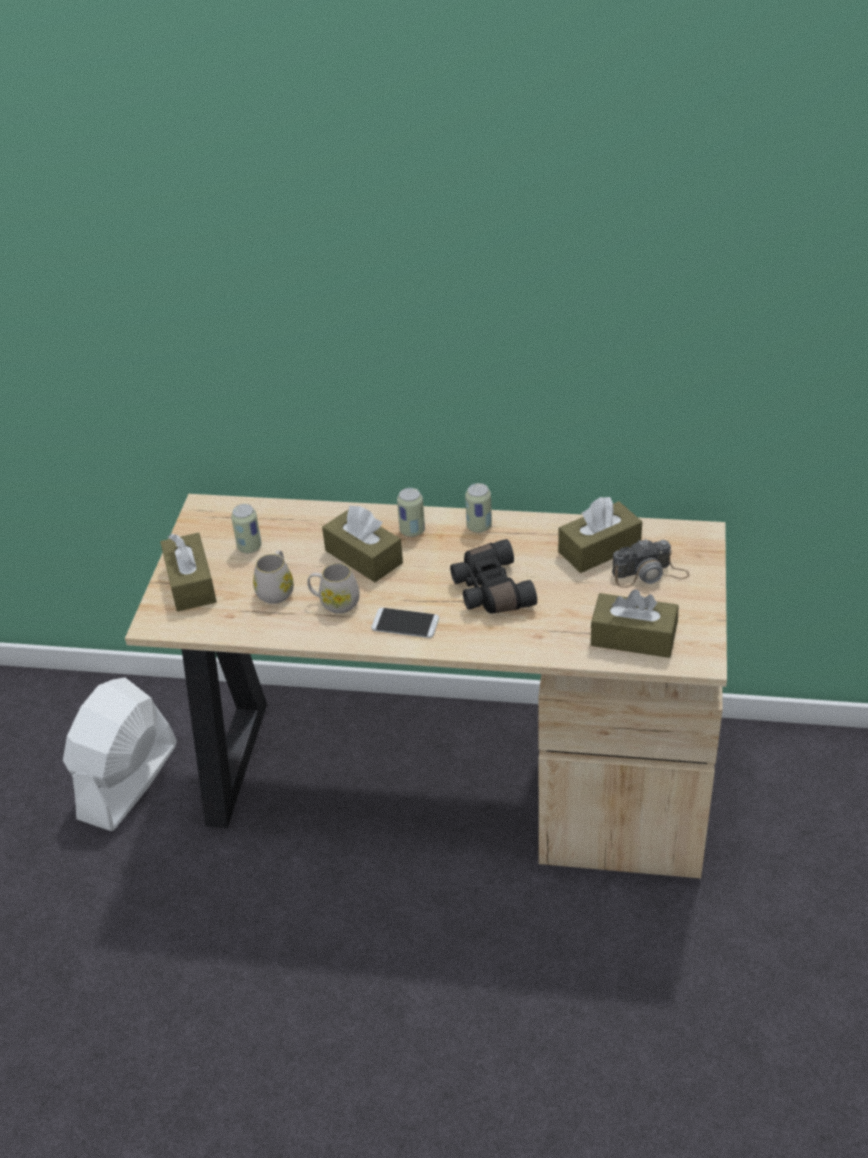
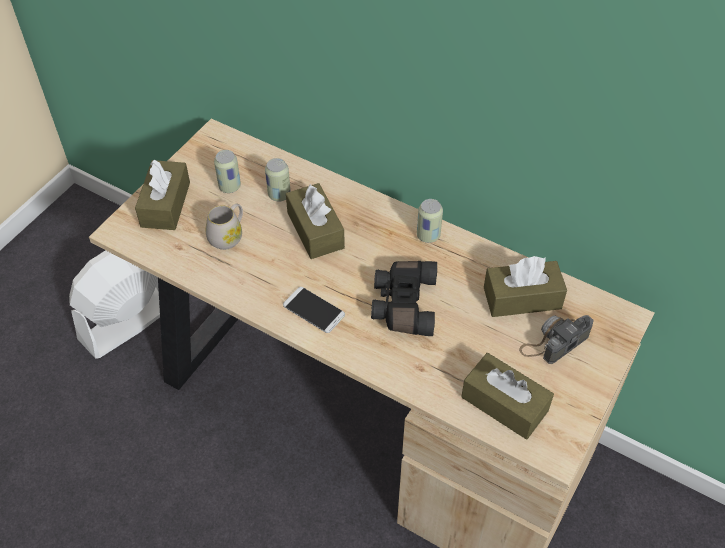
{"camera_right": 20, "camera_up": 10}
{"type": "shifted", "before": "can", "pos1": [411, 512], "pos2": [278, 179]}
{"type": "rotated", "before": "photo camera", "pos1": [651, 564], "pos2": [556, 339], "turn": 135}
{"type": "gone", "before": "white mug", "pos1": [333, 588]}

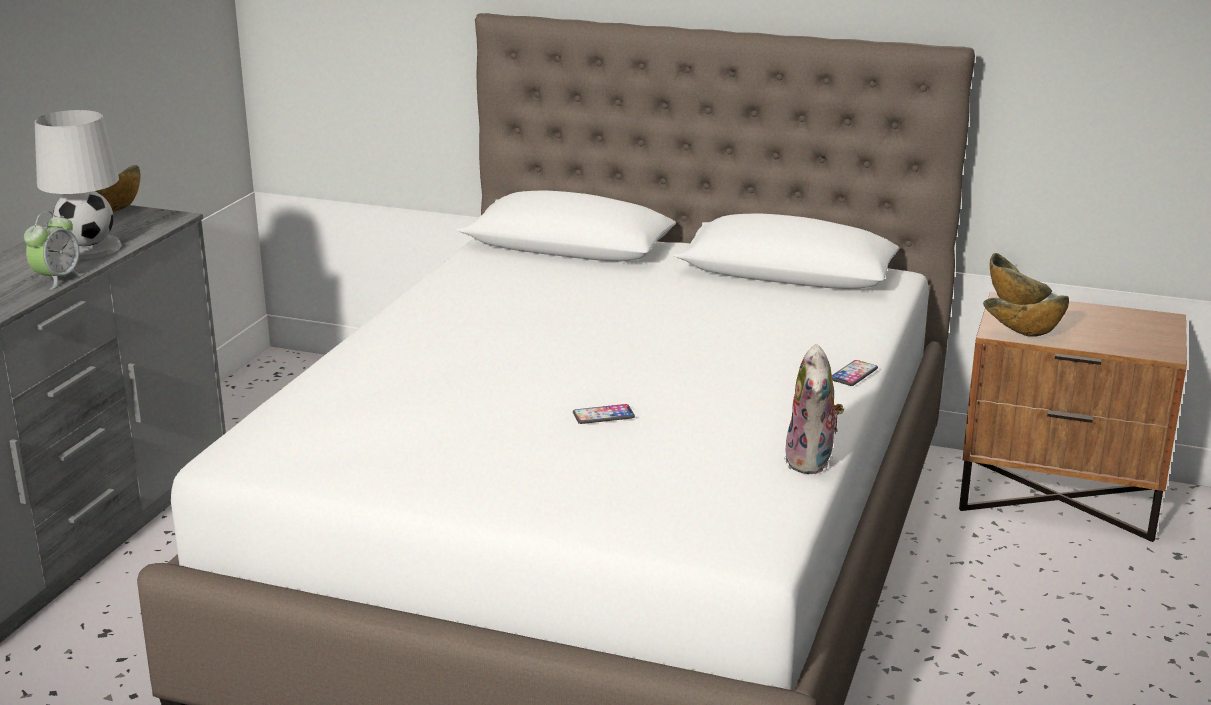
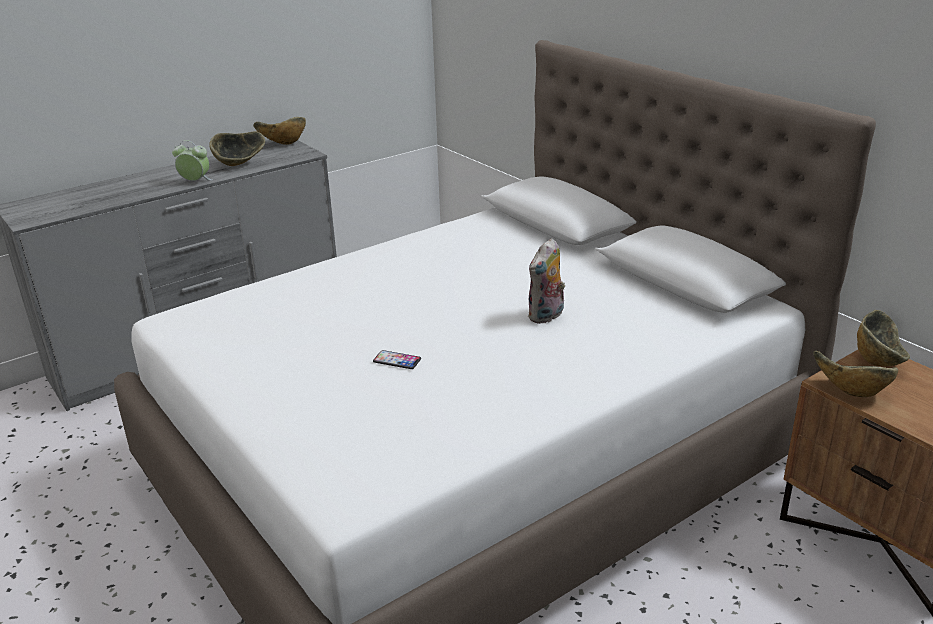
{"camera_right": 35, "camera_up": 5}
{"type": "rotated", "before": "alarm clock", "pos1": [54, 250], "pos2": [192, 160], "turn": -135}
{"type": "swapped", "before": "white table lamp", "after": "bowl", "pos1": [78, 184], "pos2": [237, 148]}
{"type": "shifted", "before": "plush toy", "pos1": [814, 409], "pos2": [546, 281]}
{"type": "gone", "before": "phone", "pos1": [855, 373]}

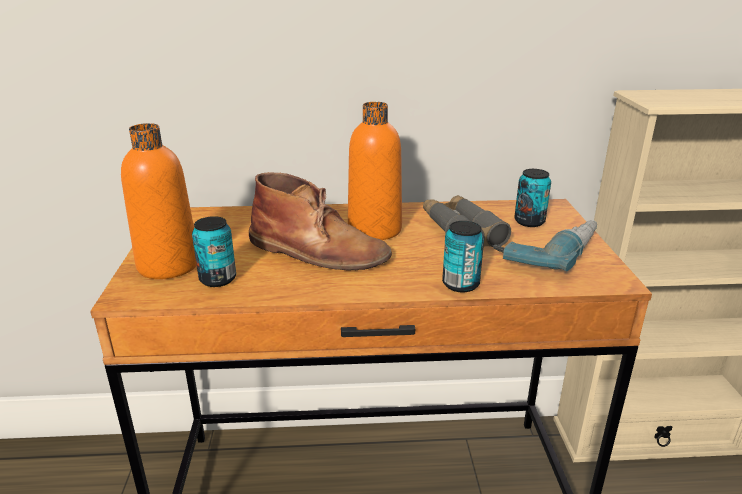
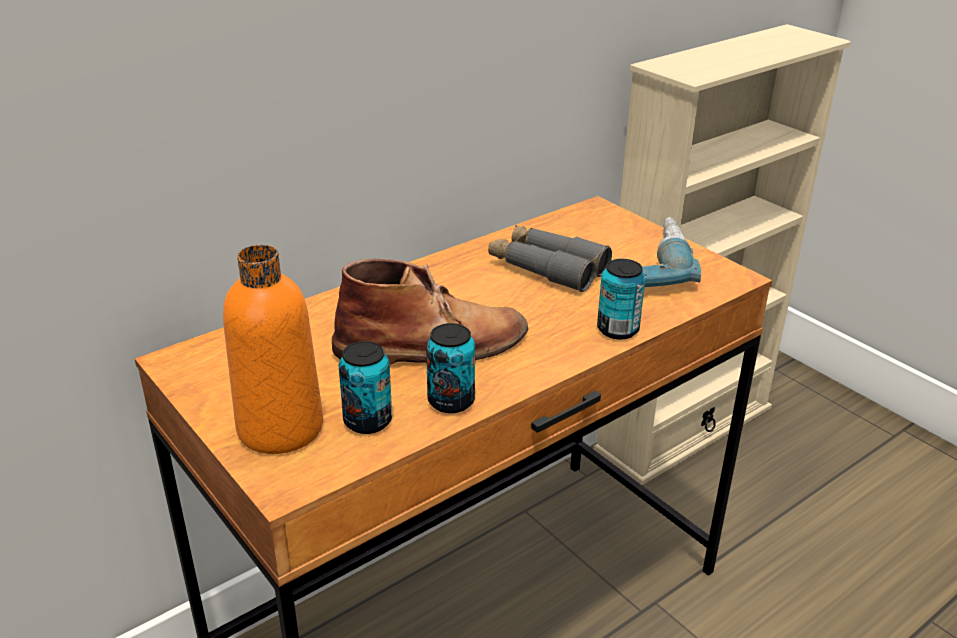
{"camera_right": -35, "camera_up": 5}
{"type": "shifted", "before": "can", "pos1": [532, 198], "pos2": [450, 368]}
{"type": "gone", "before": "orange bottle", "pos1": [375, 171]}

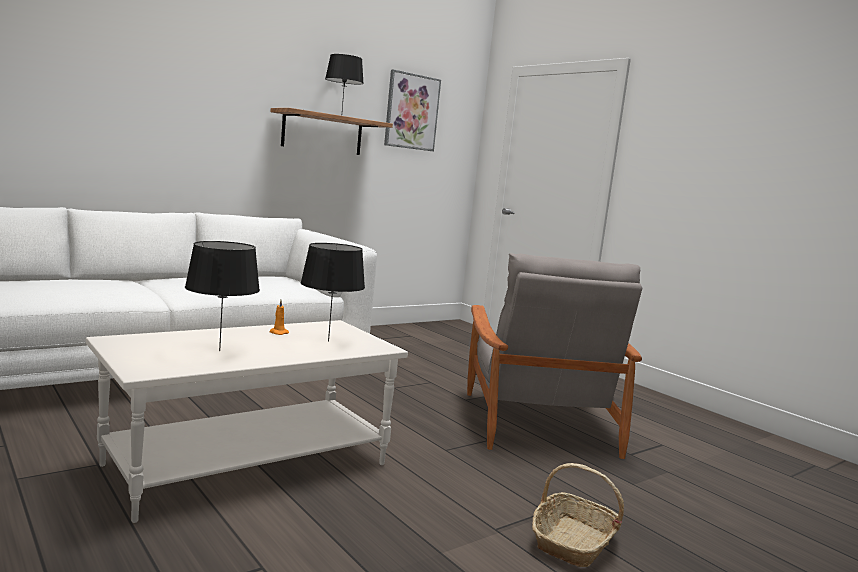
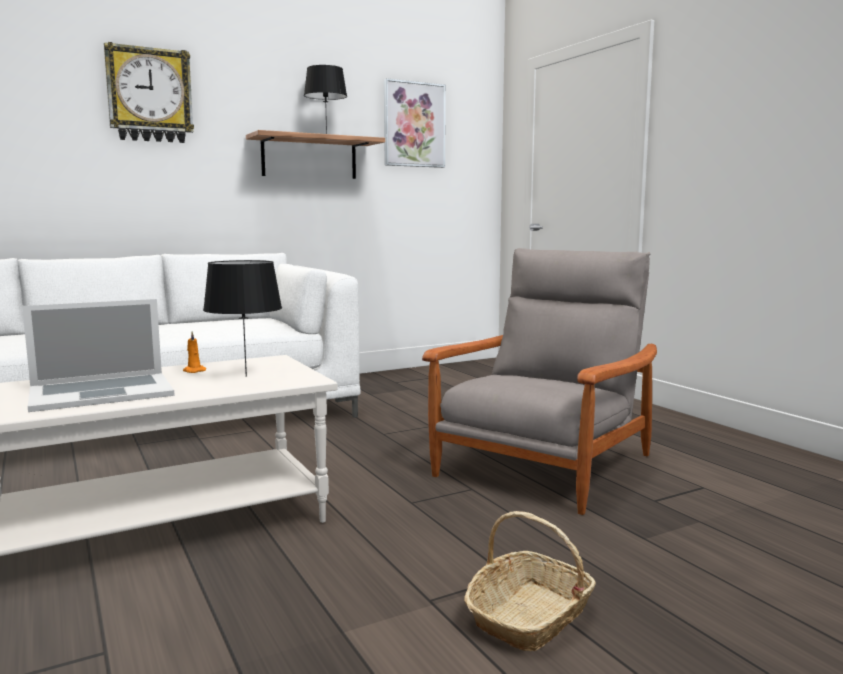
{"camera_right": 10, "camera_up": 0}
{"type": "swapped", "before": "black table lamp", "after": "laptop", "pos1": [222, 296], "pos2": [98, 355]}
{"type": "new", "after": "wall clock", "pos2": [149, 92]}
{"type": "rotated", "before": "grey armchair", "pos1": [554, 356], "pos2": [539, 381], "turn": -150}

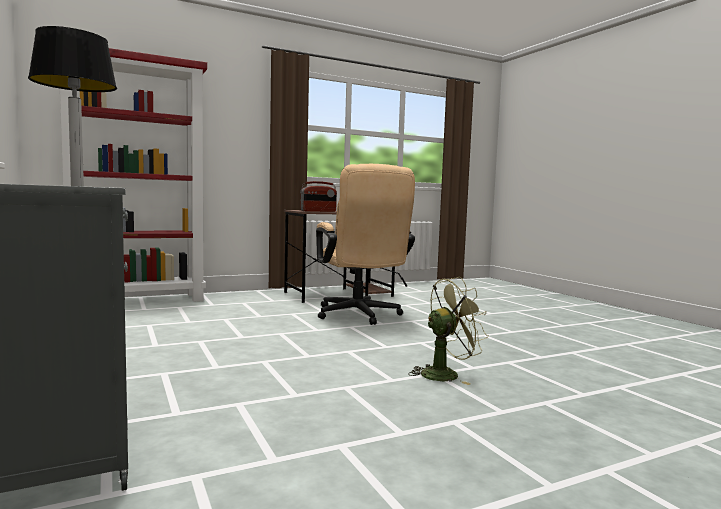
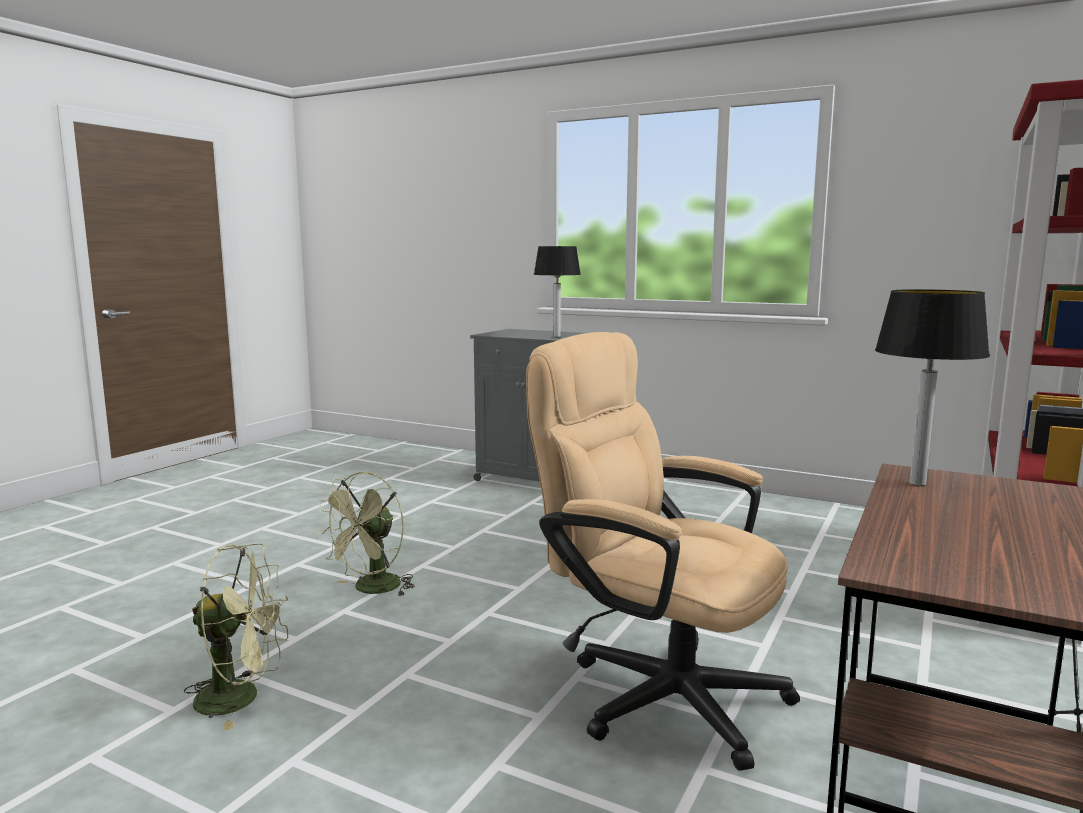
{"camera_right": 145, "camera_up": 5}
{"type": "new", "after": "green fan", "pos2": [236, 637]}
{"type": "swapped", "before": "radio", "after": "table lamp", "pos1": [318, 196], "pos2": [932, 387]}

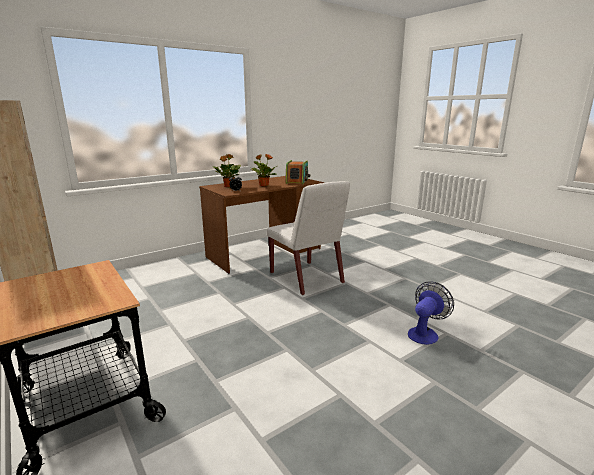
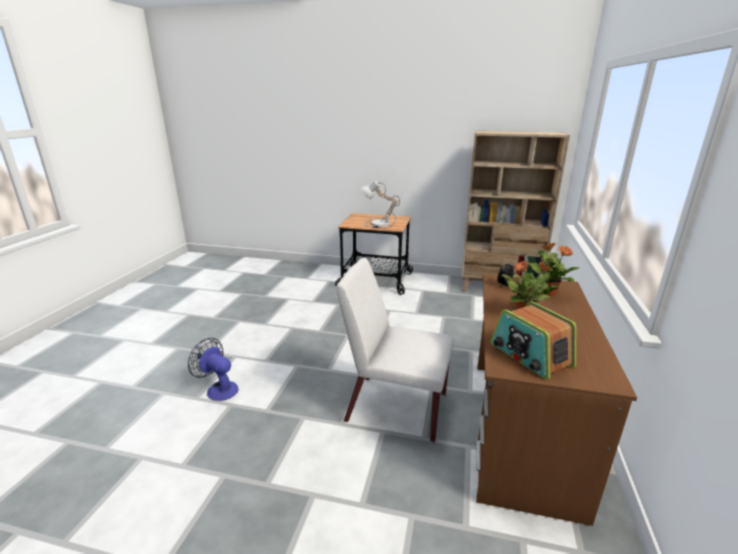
{"camera_right": 140, "camera_up": 5}
{"type": "rotated", "before": "fan", "pos1": [431, 313], "pos2": [213, 369], "turn": 120}
{"type": "new", "after": "table lamp", "pos2": [380, 204]}

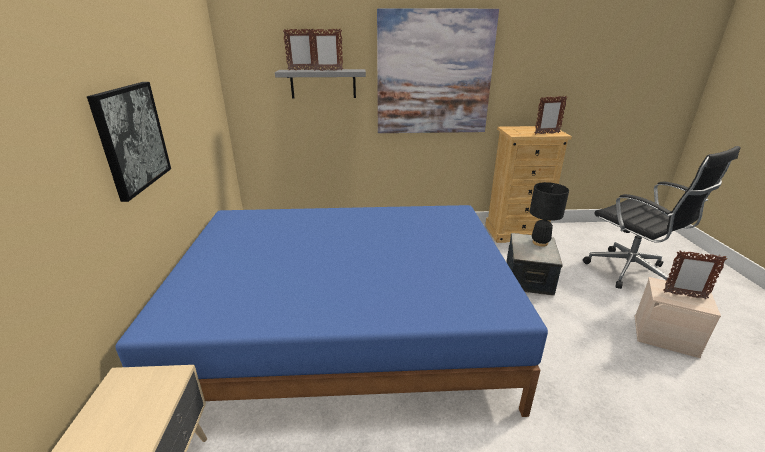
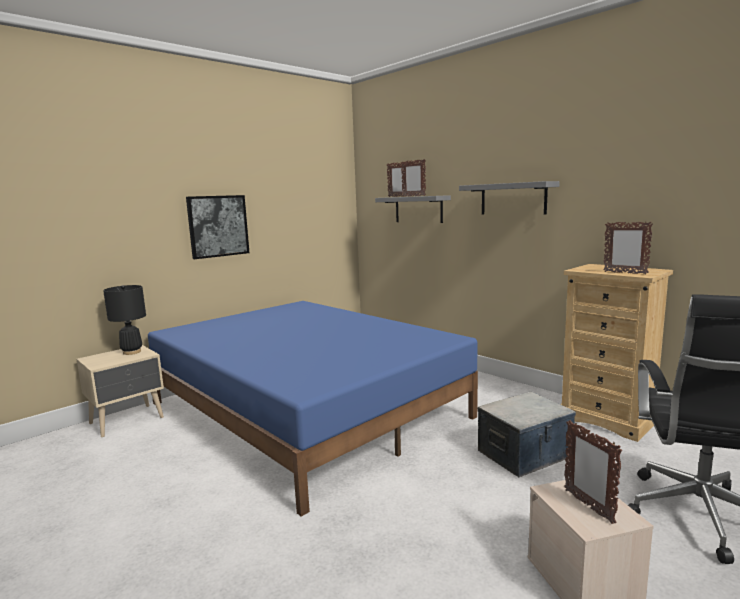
{"camera_right": 50, "camera_up": -15}
{"type": "shifted", "before": "black table lamp", "pos1": [549, 214], "pos2": [124, 320]}
{"type": "swapped", "before": "picture", "after": "grey shelf", "pos1": [438, 70], "pos2": [509, 198]}

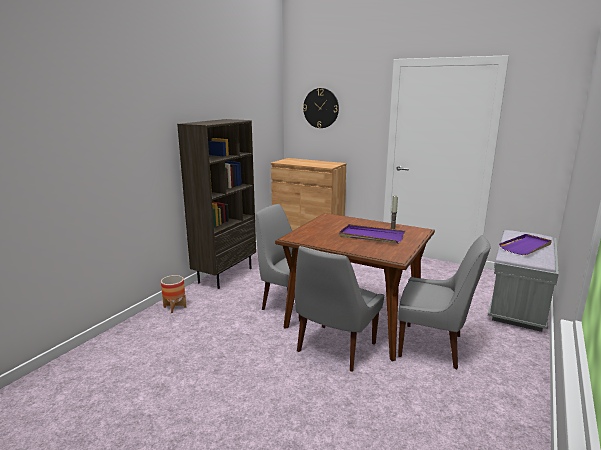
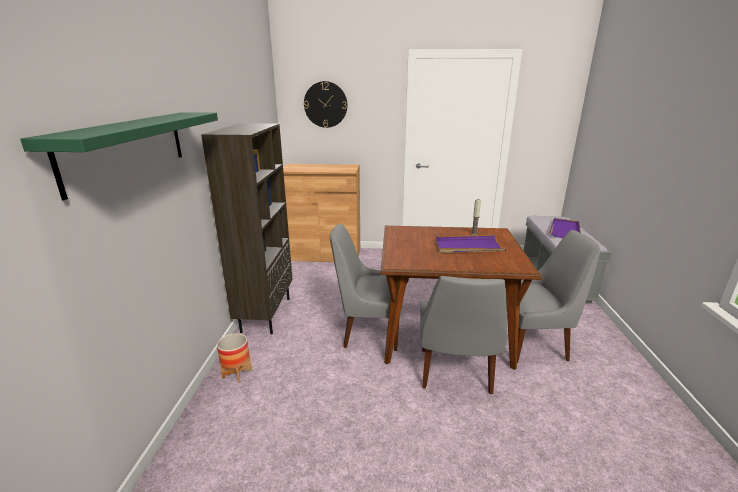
{"camera_right": -25, "camera_up": 5}
{"type": "new", "after": "green shelf", "pos2": [119, 156]}

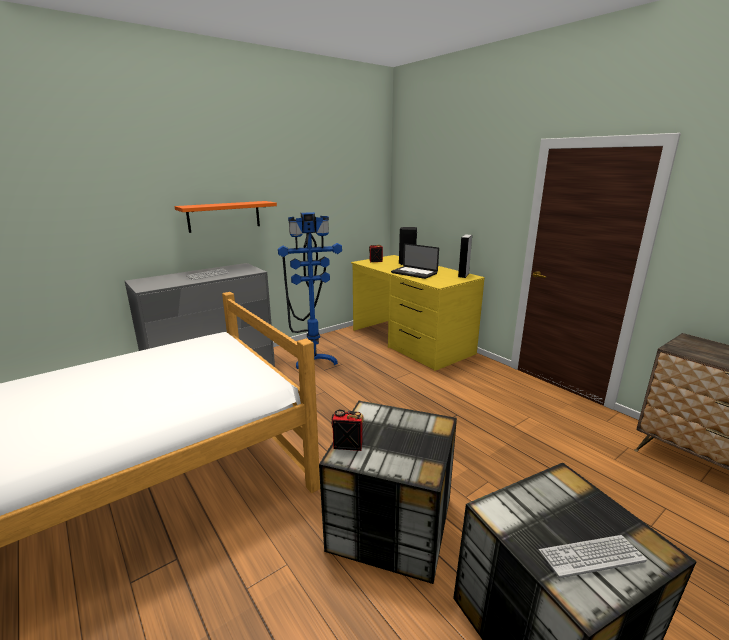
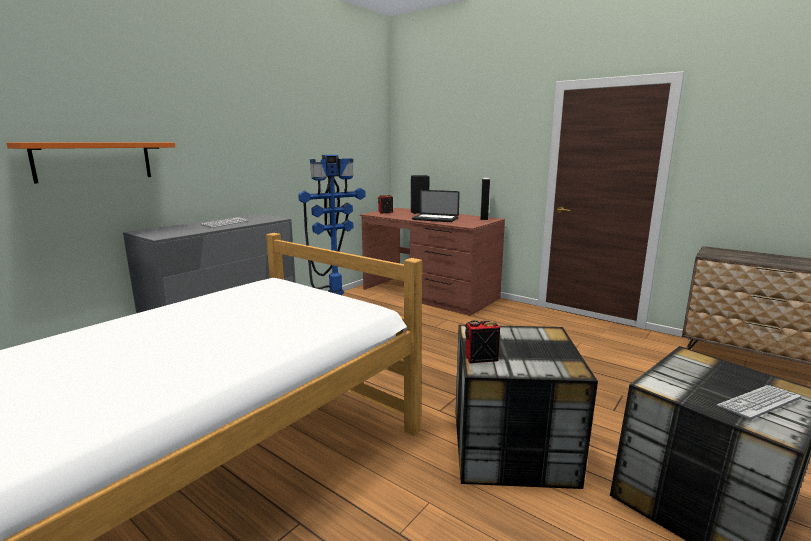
{"camera_right": -15, "camera_up": -5}
{"type": "shifted", "before": "orange shelf", "pos1": [226, 217], "pos2": [91, 163]}
{"type": "repainted", "before": "yellow desk", "after": "brown desk", "pos1": [418, 313], "pos2": [432, 262]}

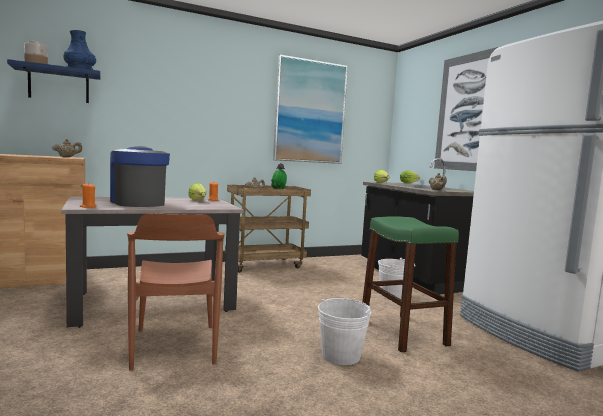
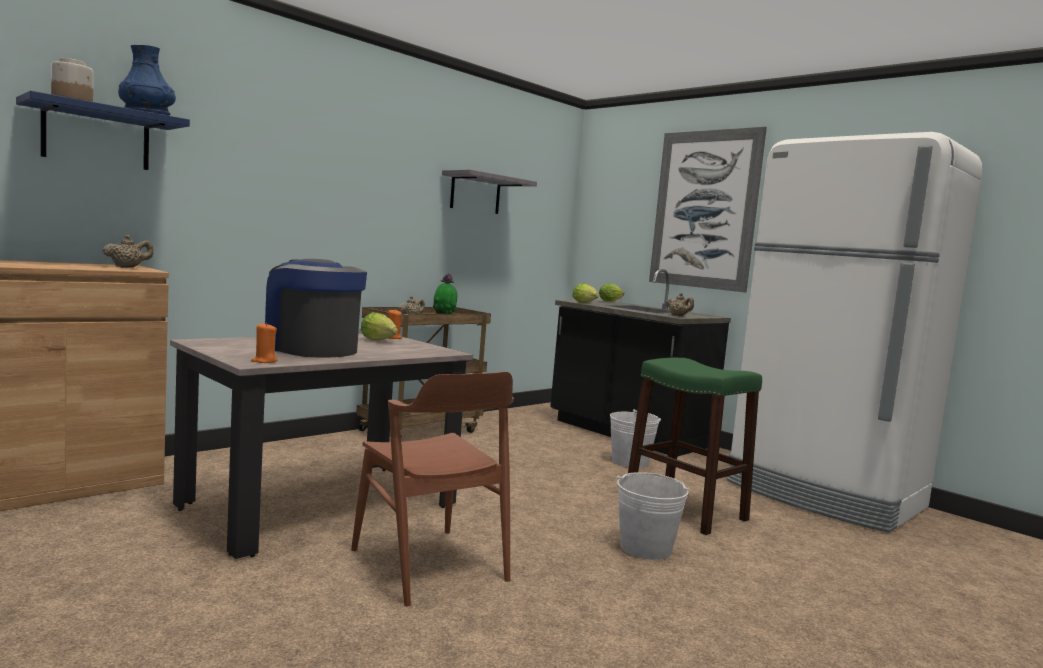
{"camera_right": -20, "camera_up": 0}
{"type": "swapped", "before": "picture", "after": "grey shelf", "pos1": [310, 109], "pos2": [489, 191]}

